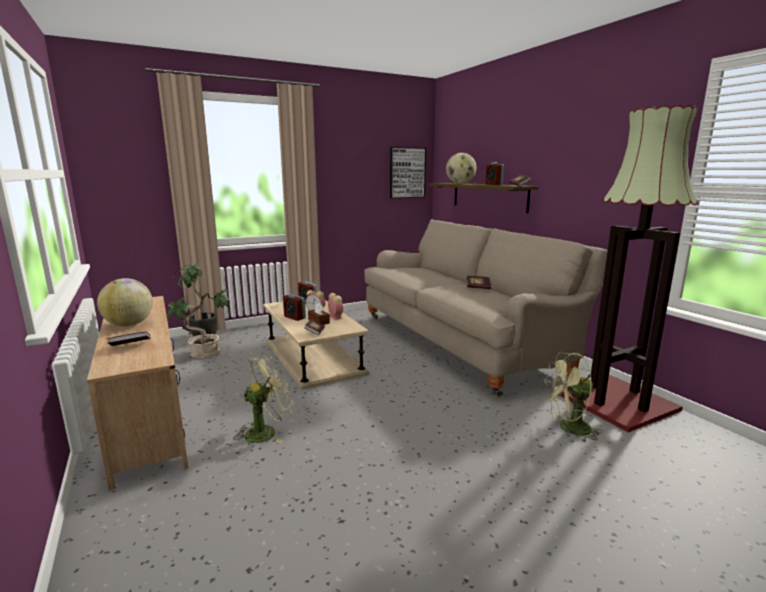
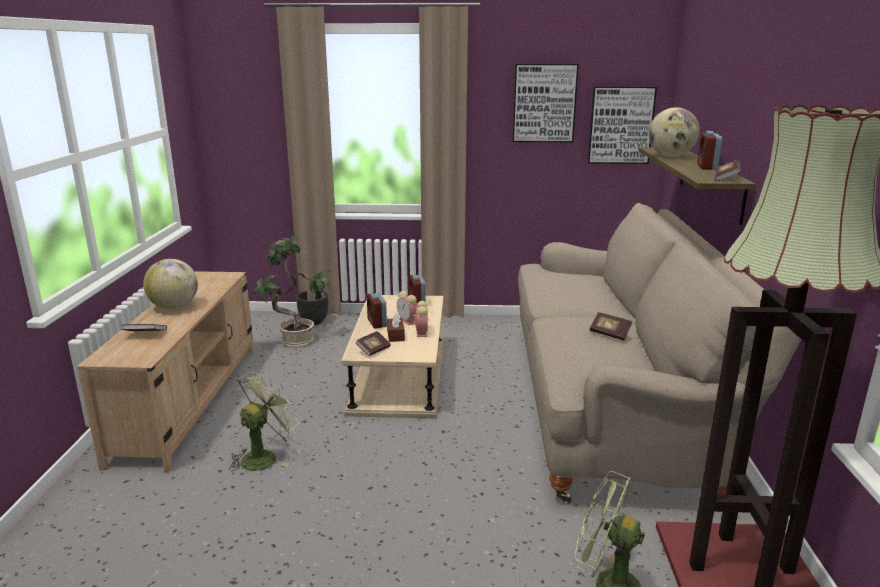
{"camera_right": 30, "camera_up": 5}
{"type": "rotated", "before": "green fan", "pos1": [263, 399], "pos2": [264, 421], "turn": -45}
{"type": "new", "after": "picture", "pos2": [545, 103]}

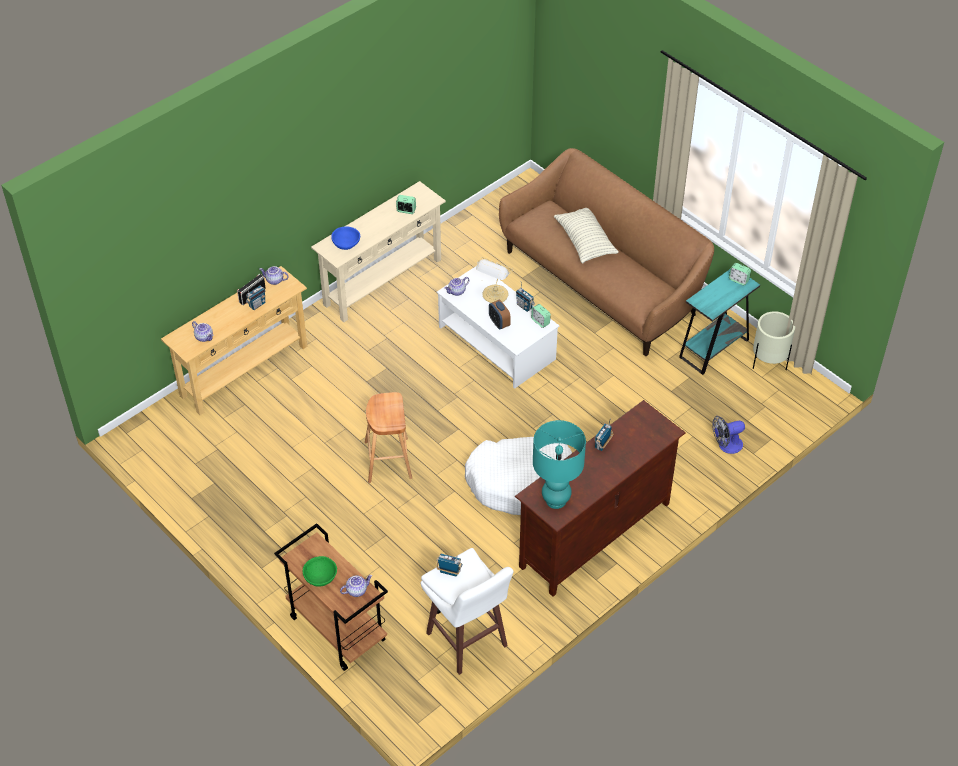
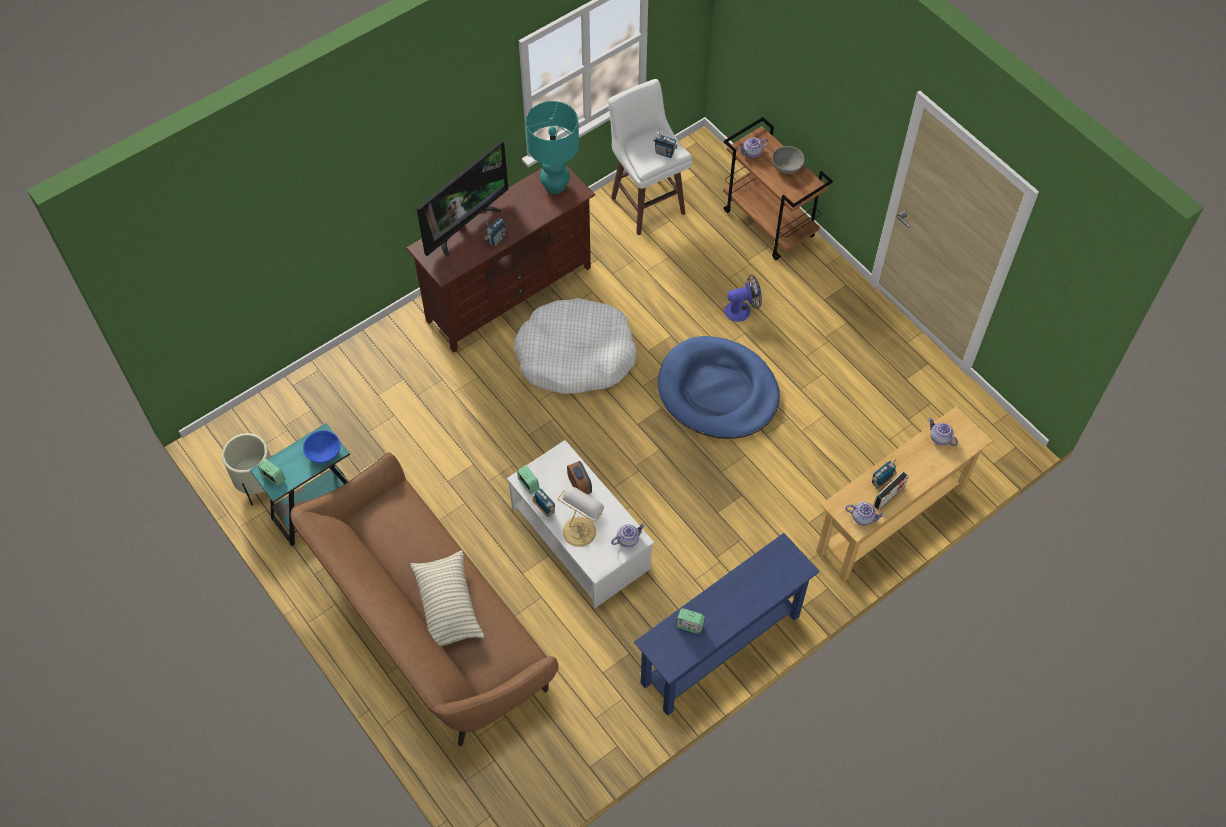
{"camera_right": -175, "camera_up": 10}
{"type": "shifted", "before": "blue bowl", "pos1": [345, 238], "pos2": [321, 447]}
{"type": "new", "after": "television", "pos2": [462, 198]}
{"type": "repainted", "before": "beige console table", "after": "blue console table", "pos1": [378, 251], "pos2": [727, 624]}
{"type": "swapped", "before": "brown stool", "after": "blue dog bed", "pos1": [388, 437], "pos2": [719, 387]}
{"type": "shifted", "before": "fan", "pos1": [728, 435], "pos2": [743, 298]}
{"type": "repainted", "before": "green bowl", "after": "grey bowl", "pos1": [320, 571], "pos2": [788, 160]}

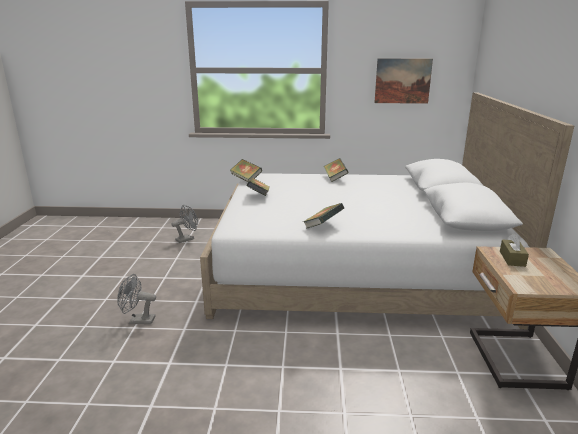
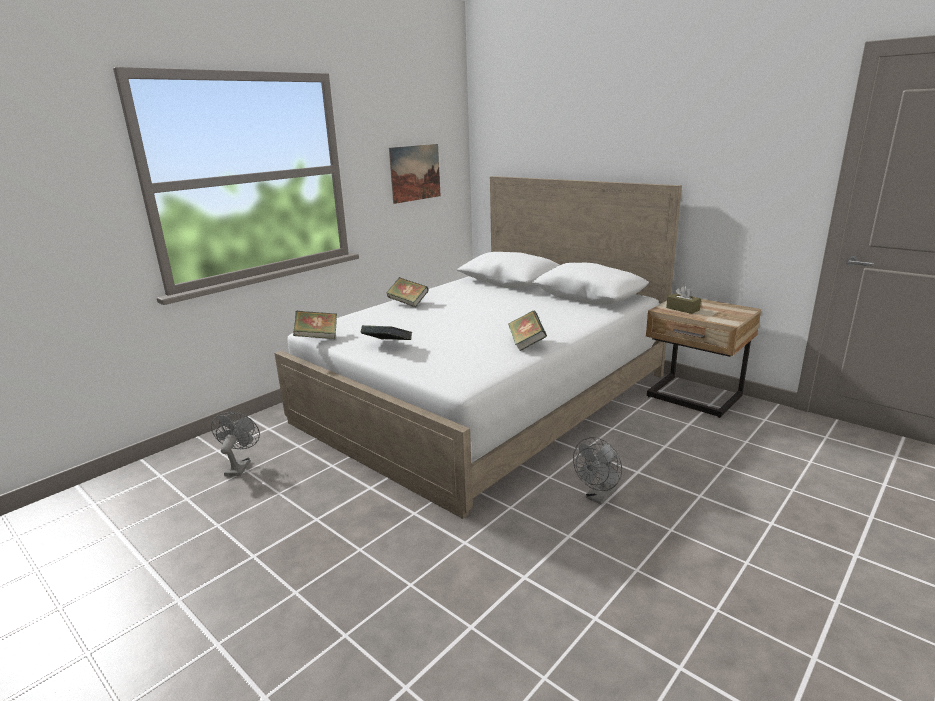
{"camera_right": -50, "camera_up": 0}
{"type": "shifted", "before": "grey fan", "pos1": [136, 299], "pos2": [597, 470]}

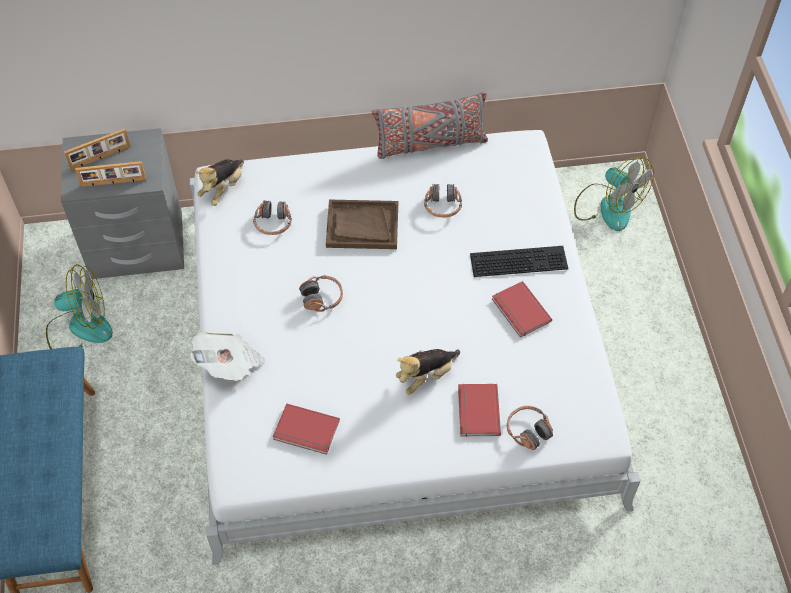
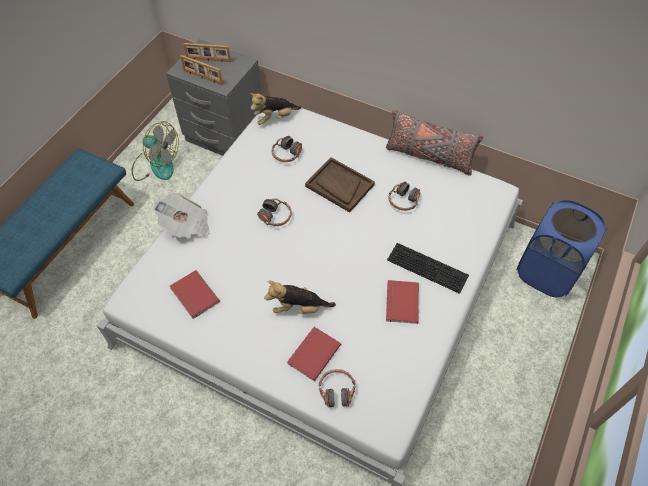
{"camera_right": 35, "camera_up": 0}
{"type": "swapped", "before": "fan", "after": "blue laundry basket", "pos1": [614, 194], "pos2": [562, 248]}

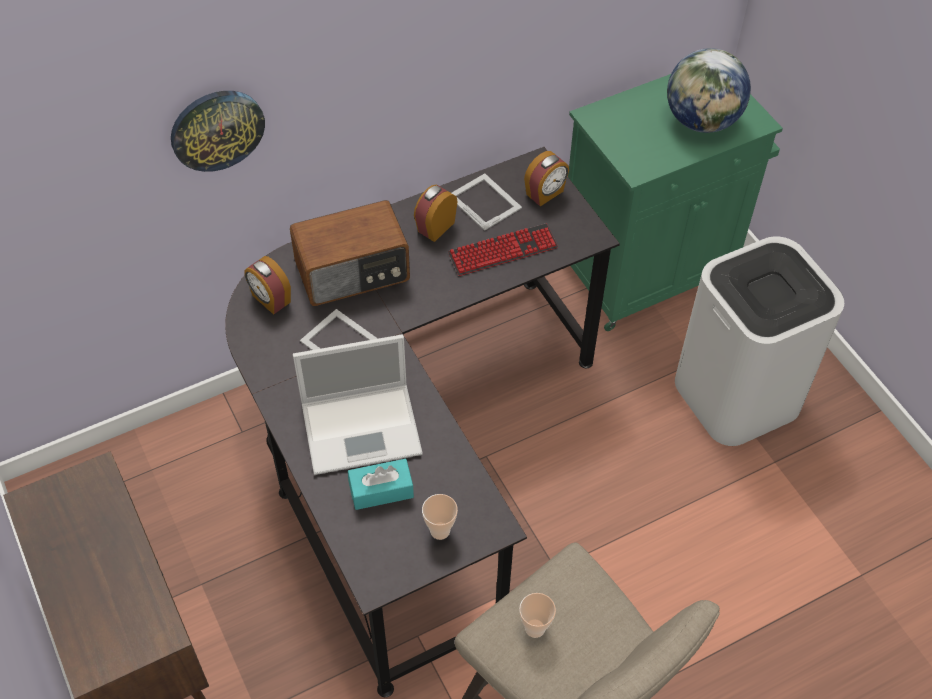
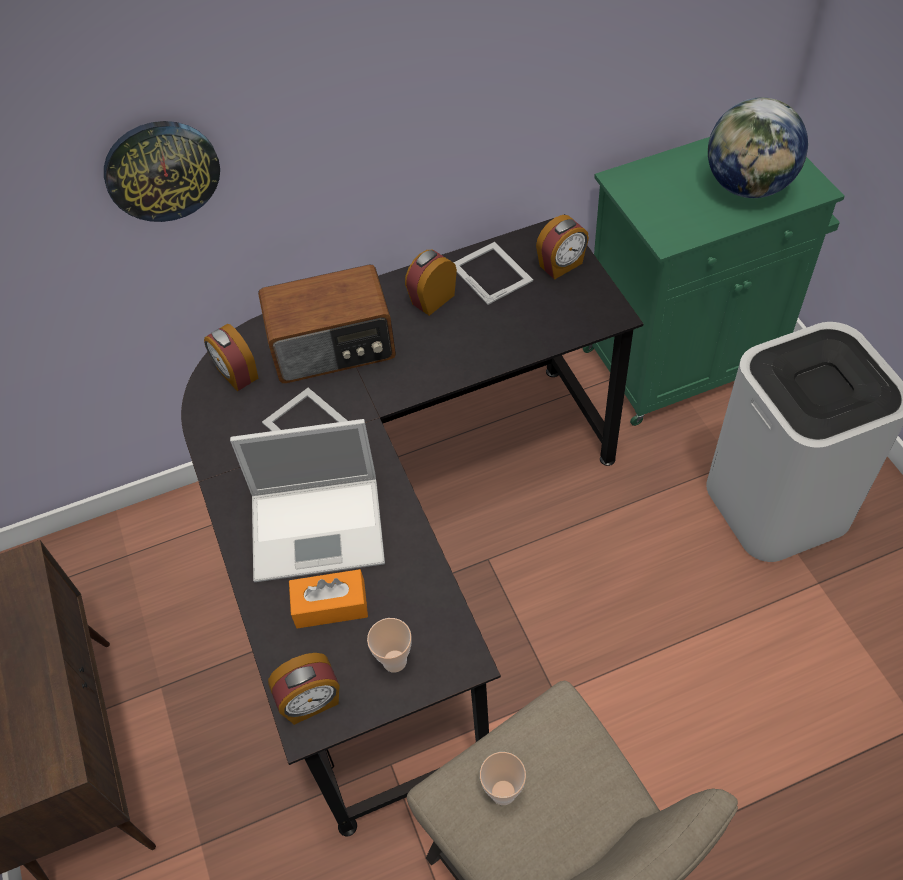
{"camera_right": 10, "camera_up": 0}
{"type": "new", "after": "alarm clock", "pos2": [304, 689]}
{"type": "repainted", "before": "turquoise tissue box", "after": "orange tissue box", "pos1": [381, 484], "pos2": [328, 599]}
{"type": "gone", "before": "keyboard", "pos1": [503, 250]}

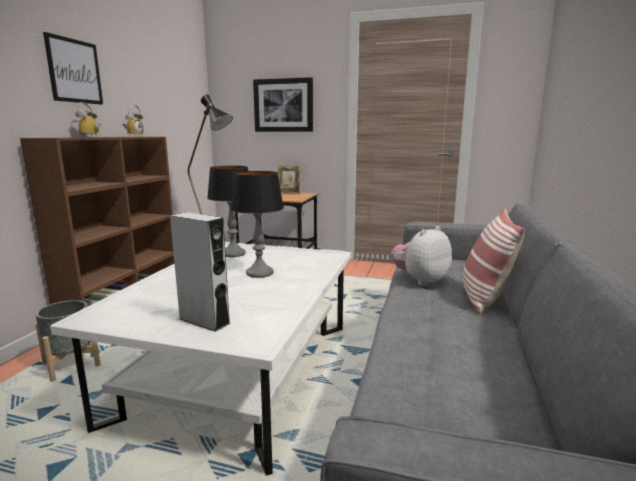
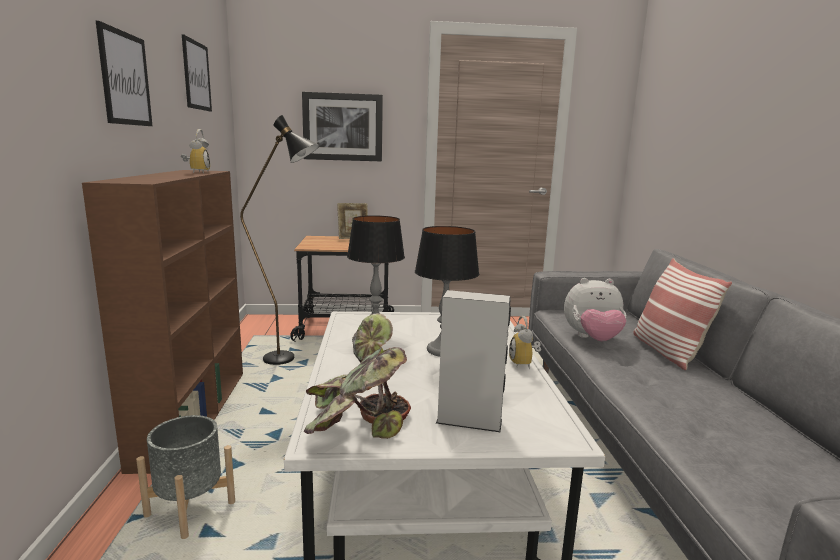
{"camera_right": -20, "camera_up": 0}
{"type": "new", "after": "picture", "pos2": [197, 73]}
{"type": "new", "after": "potted plant", "pos2": [357, 376]}
{"type": "shifted", "before": "alarm clock", "pos1": [88, 119], "pos2": [525, 342]}
{"type": "rotated", "before": "plush toy", "pos1": [421, 256], "pos2": [595, 309], "turn": -120}

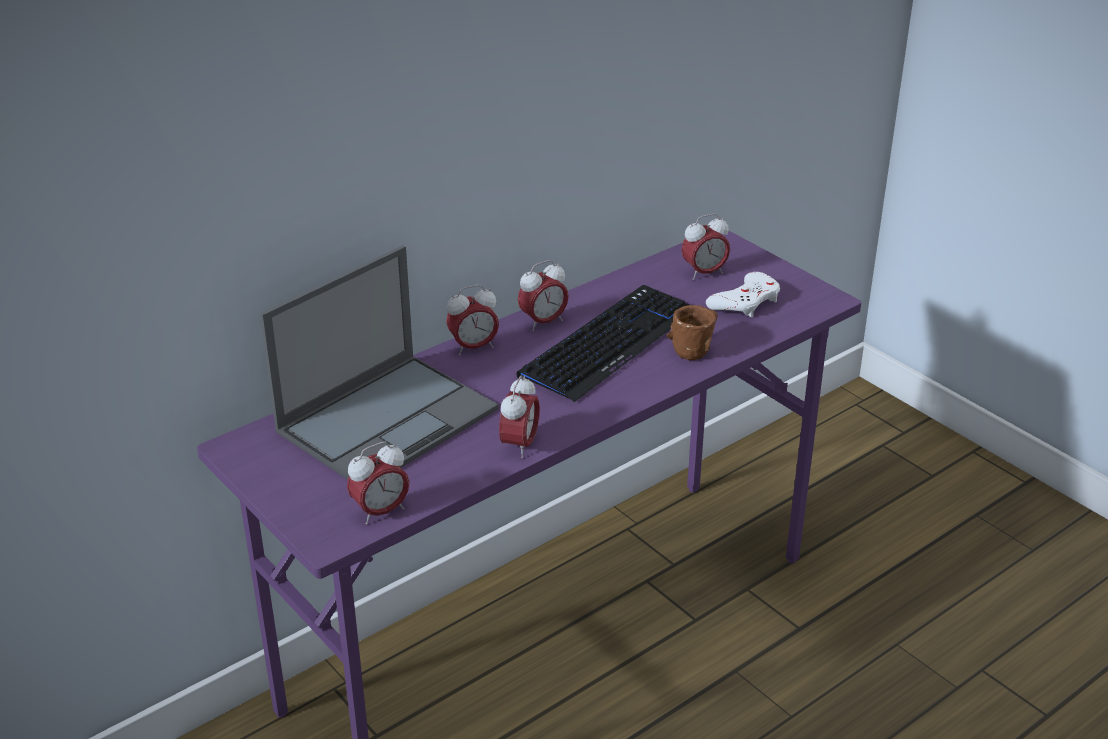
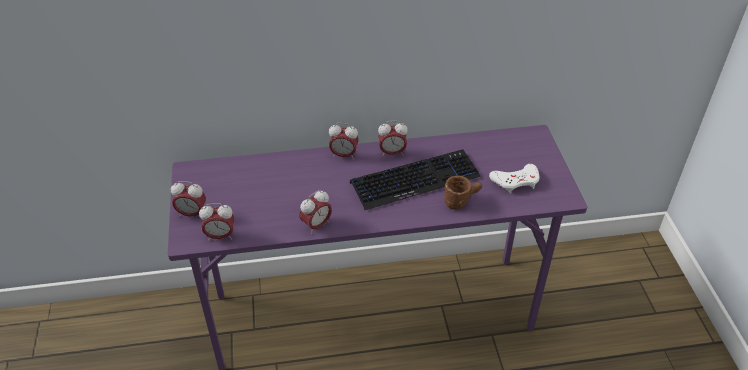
{"camera_right": 30, "camera_up": 10}
{"type": "shifted", "before": "alarm clock", "pos1": [705, 247], "pos2": [188, 199]}
{"type": "gone", "before": "laptop", "pos1": [379, 362]}

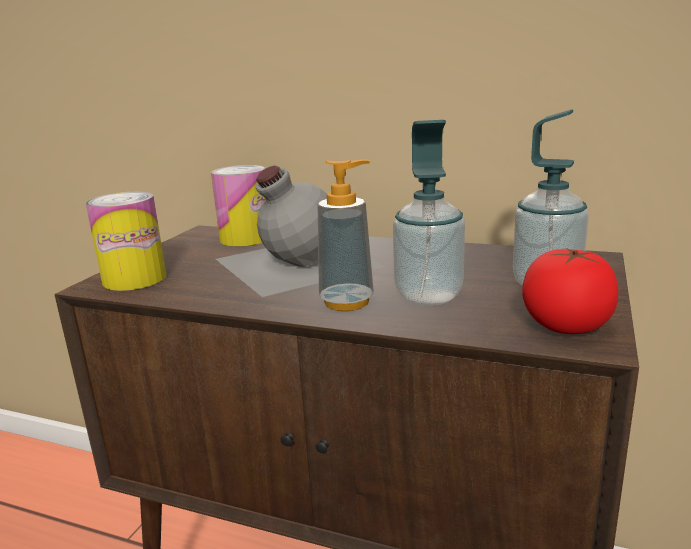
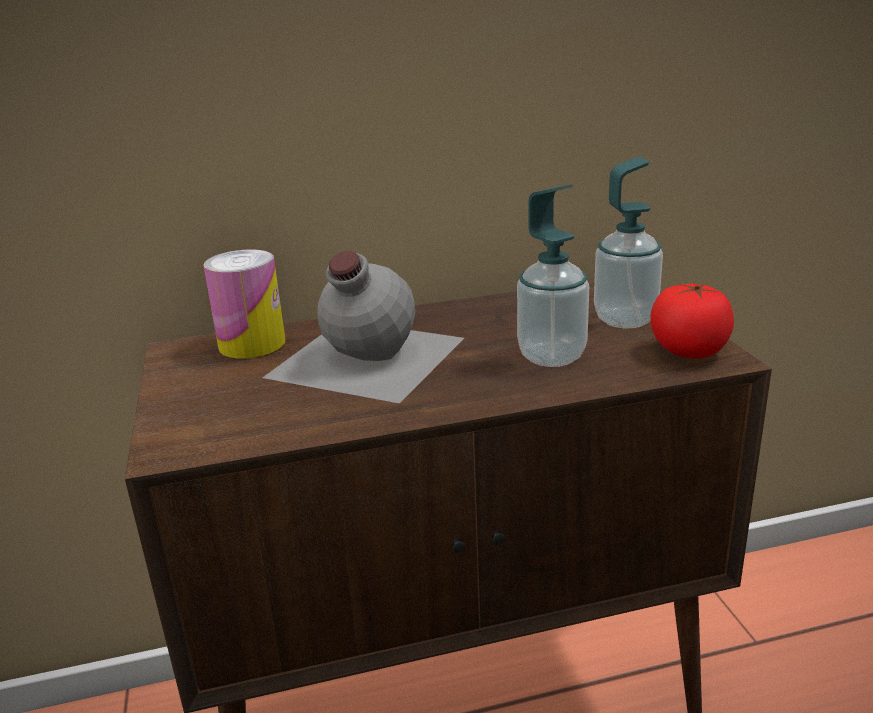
{"camera_right": -35, "camera_up": 5}
{"type": "gone", "before": "can", "pos1": [126, 241]}
{"type": "gone", "before": "soap dispenser", "pos1": [346, 235]}

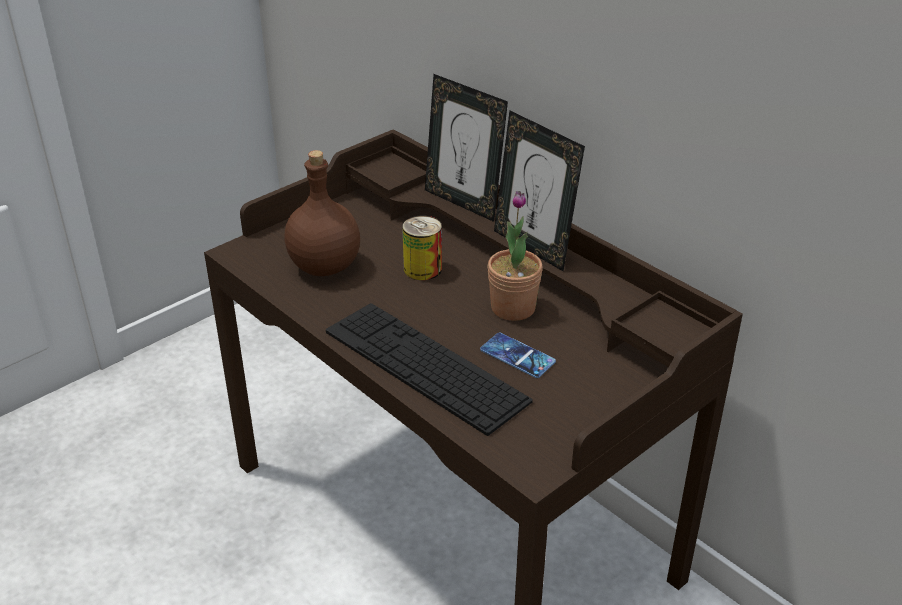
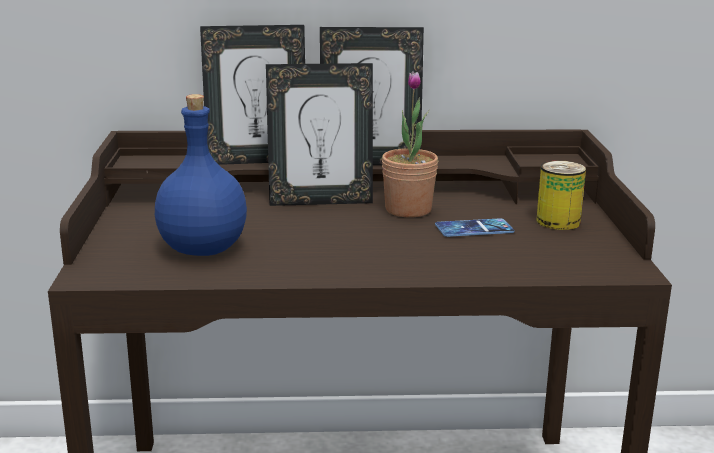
{"camera_right": -50, "camera_up": -15}
{"type": "repainted", "before": "brown bottle", "after": "blue bottle", "pos1": [322, 213], "pos2": [201, 175]}
{"type": "new", "after": "picture frame", "pos2": [319, 134]}
{"type": "shifted", "before": "can", "pos1": [422, 248], "pos2": [561, 195]}
{"type": "gone", "before": "keyboard", "pos1": [429, 369]}

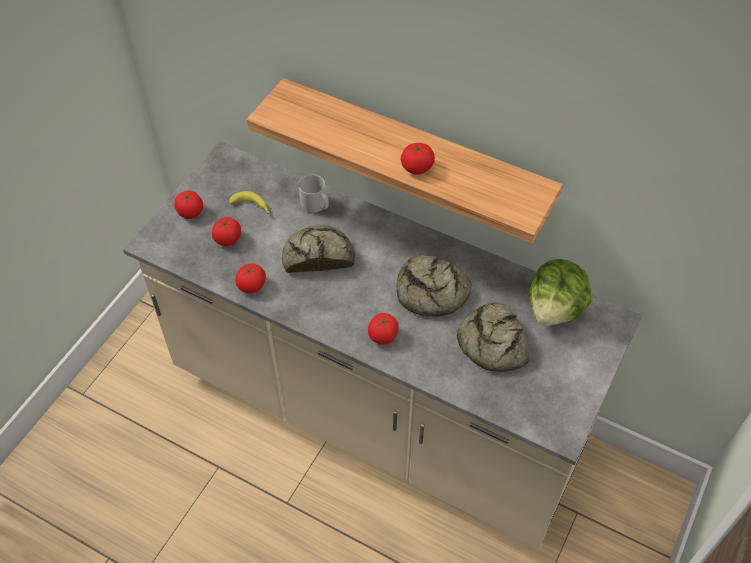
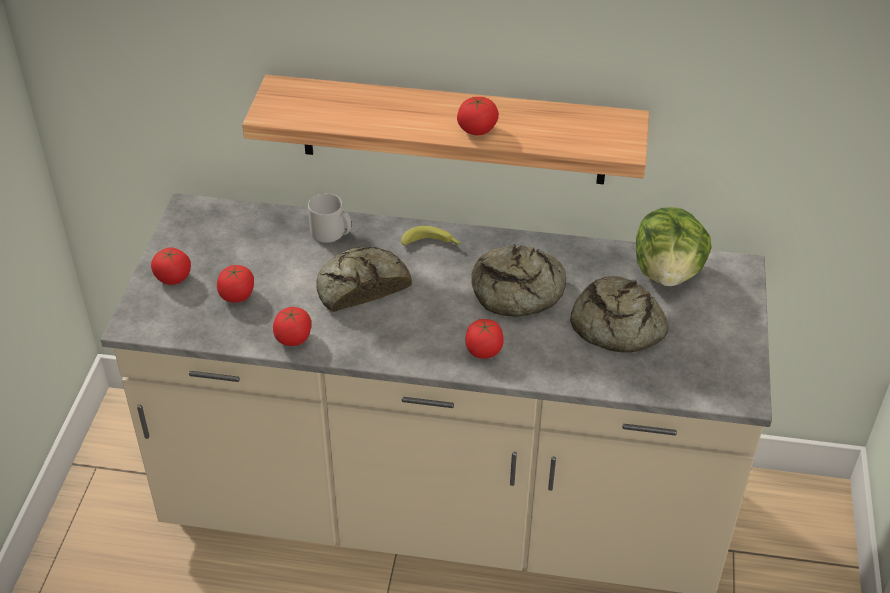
{"camera_right": -20, "camera_up": -10}
{"type": "shifted", "before": "banana", "pos1": [249, 202], "pos2": [431, 236]}

